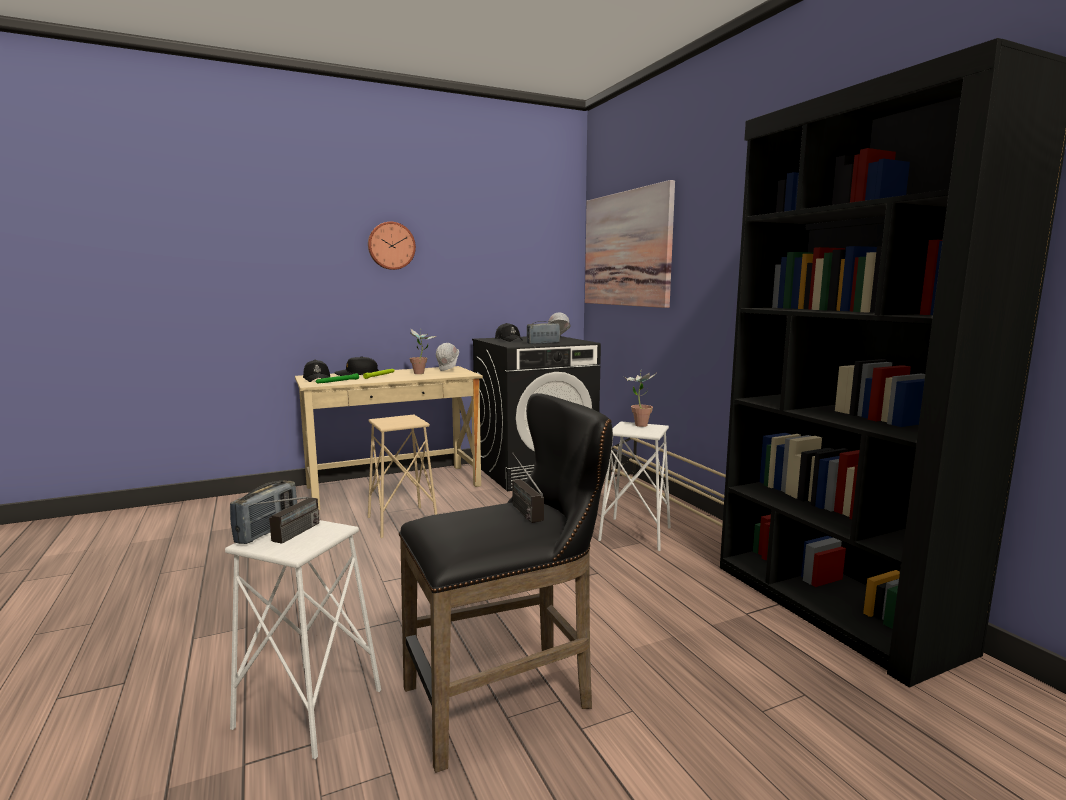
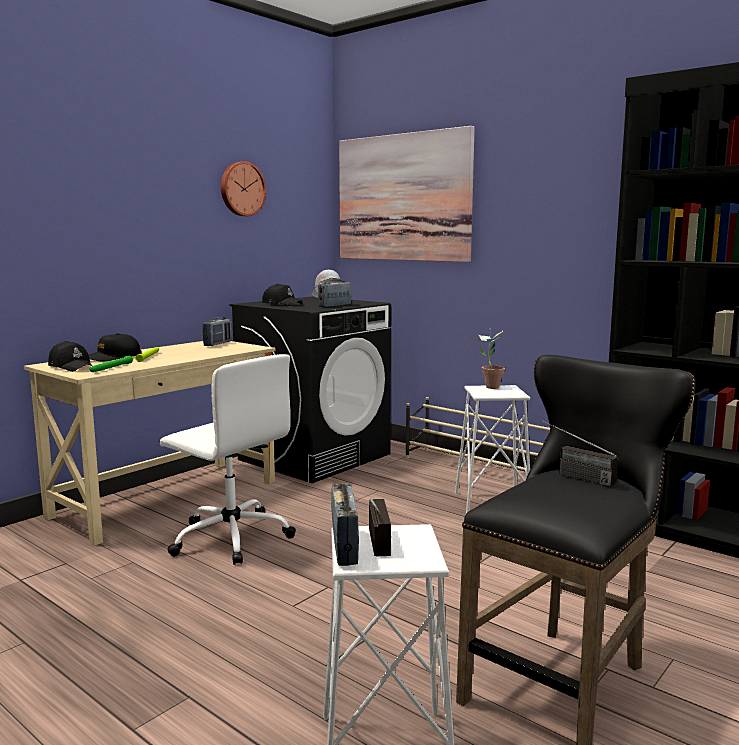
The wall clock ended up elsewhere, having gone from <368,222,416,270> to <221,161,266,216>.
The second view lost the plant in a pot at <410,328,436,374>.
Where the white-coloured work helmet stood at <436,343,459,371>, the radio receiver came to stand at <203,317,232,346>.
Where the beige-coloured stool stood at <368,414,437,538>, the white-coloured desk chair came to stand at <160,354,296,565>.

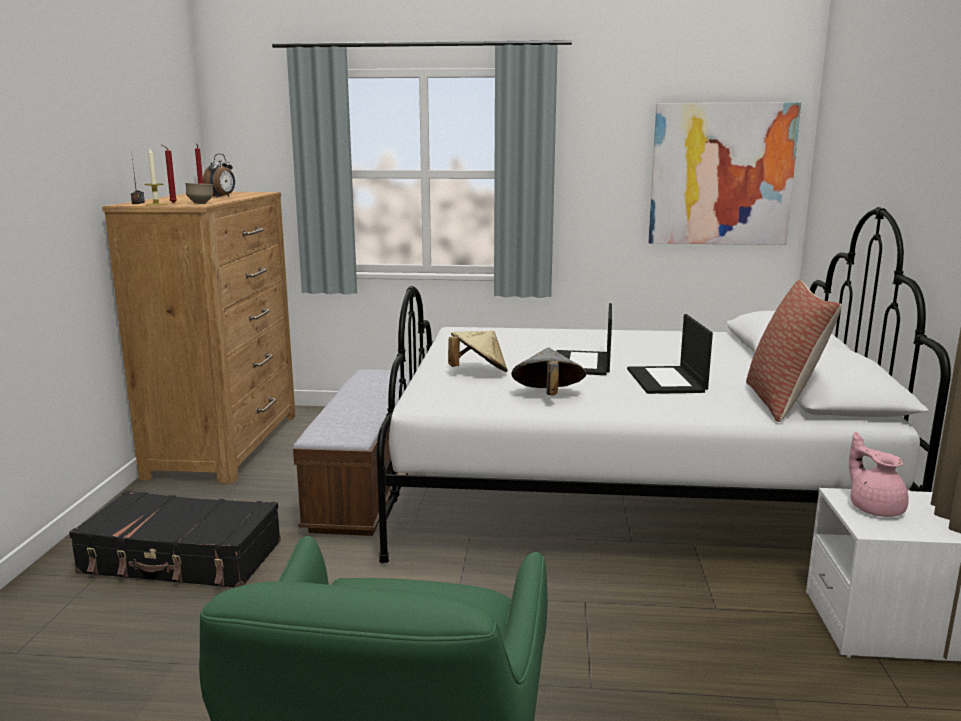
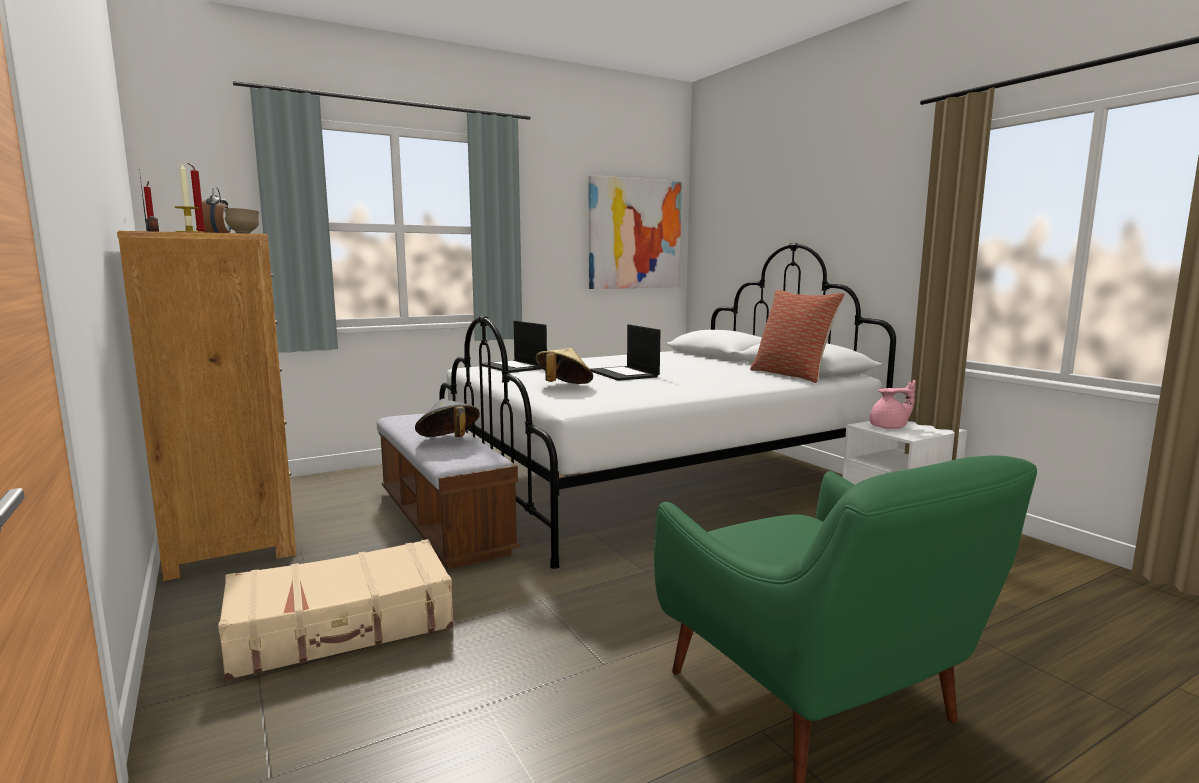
The laptop ended up elsewhere, having gone from <627,314,713,394> to <482,321,547,373>.
The gray clothing hat ended up elsewhere, having gone from <511,348,586,396> to <415,399,480,437>.
The pinkish tea pot at <849,432,909,517> ended up facing another way, 135 degrees clockwise from before.
What was the black piece of luggage at <69,491,281,588> turned into the beige-coloured piece of luggage at <218,539,454,680>.

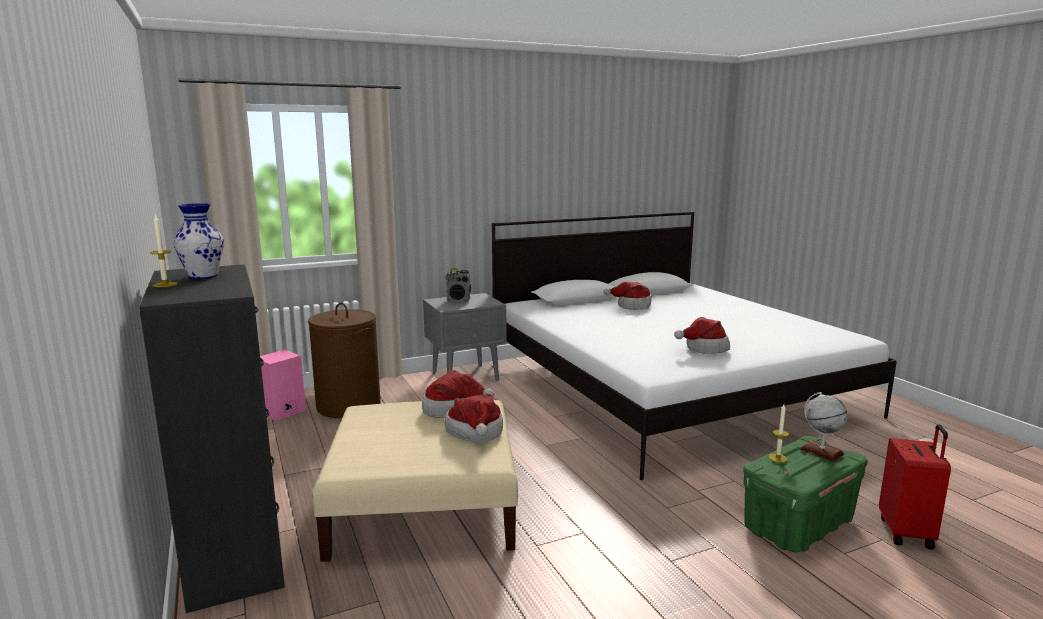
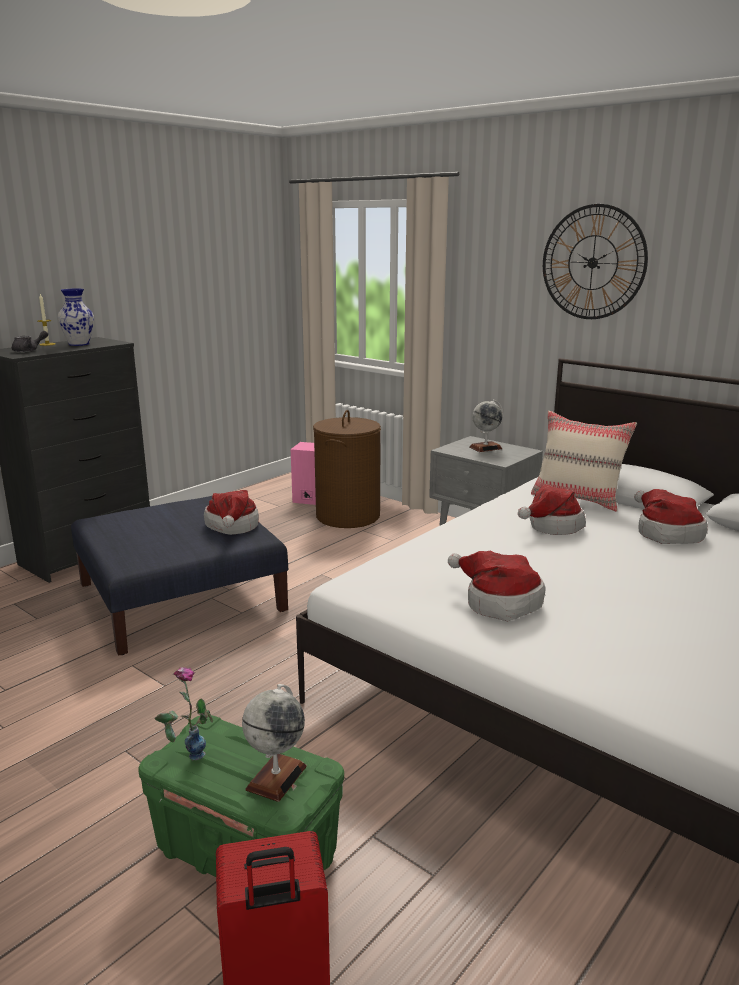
Where the radio receiver stood at <446,268,471,302>, the world globe came to stand at <469,399,503,452>.
The clothing hat ended up elsewhere, having gone from <444,394,503,443> to <518,484,586,535>.
What was the beige-coloured footrest at <312,400,518,562> turned into the bluish footrest at <71,496,288,656>.
The second view lost the wax light at <769,405,789,463>.
The second view gained the wall clock at <543,204,648,319>.
The second view gained the gray tea pot at <12,331,48,352>.
The second view gained the beige-coloured cushion at <531,411,637,512>.
The second view gained the vase at <155,667,213,760>.

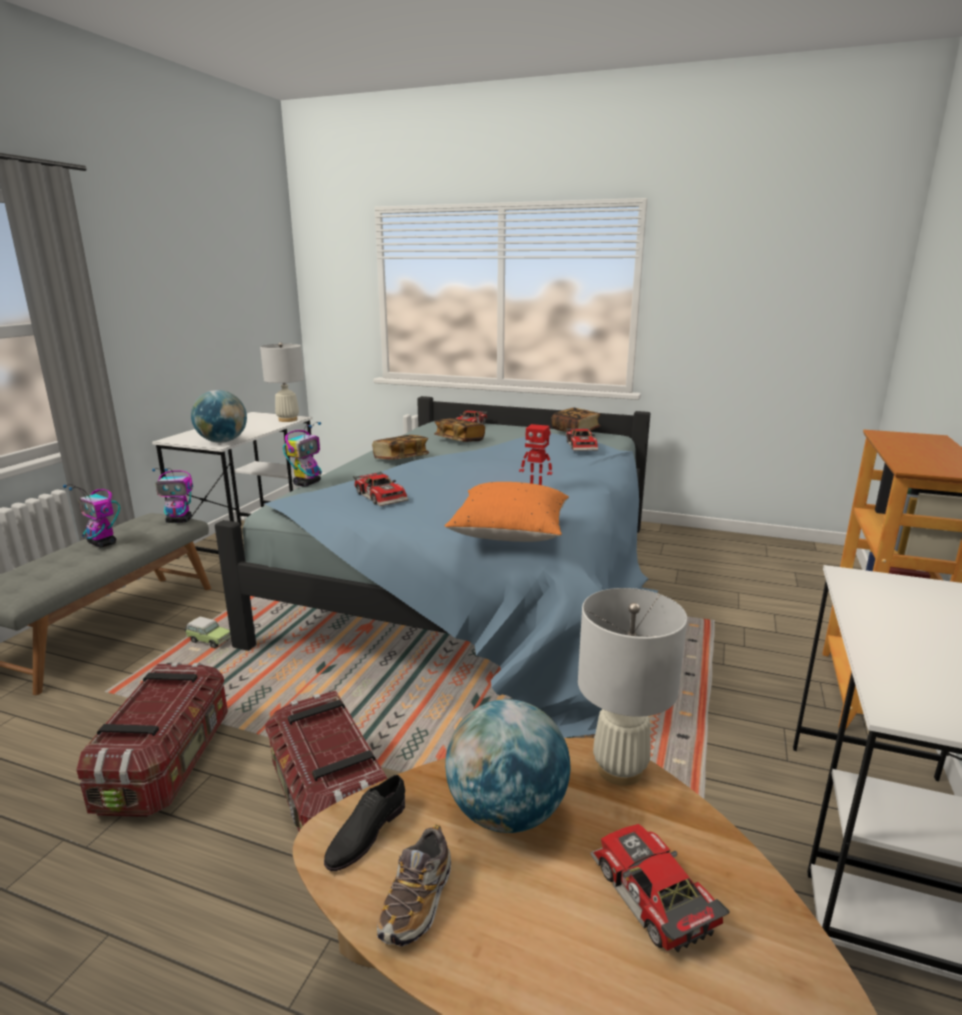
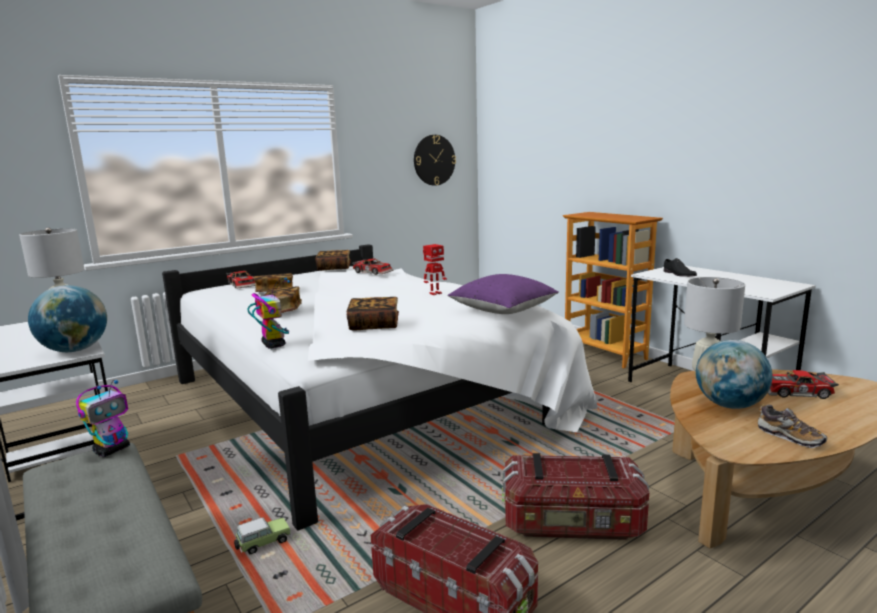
What was the bluish bedroom bed at <215,396,658,737> turned into the white-coloured bedroom bed at <162,244,598,530>.
Where the miniature car stood at <353,471,409,506>, the book came to stand at <346,297,399,331>.
What was the orangey cushion at <445,482,569,542> turned into the purple-coloured cushion at <448,274,559,314>.
The second view lost the robot figure at <63,484,120,547>.
The black low shoe ended up elsewhere, having gone from <324,775,405,871> to <664,258,697,277>.
The second view gained the wall clock at <414,135,456,186>.

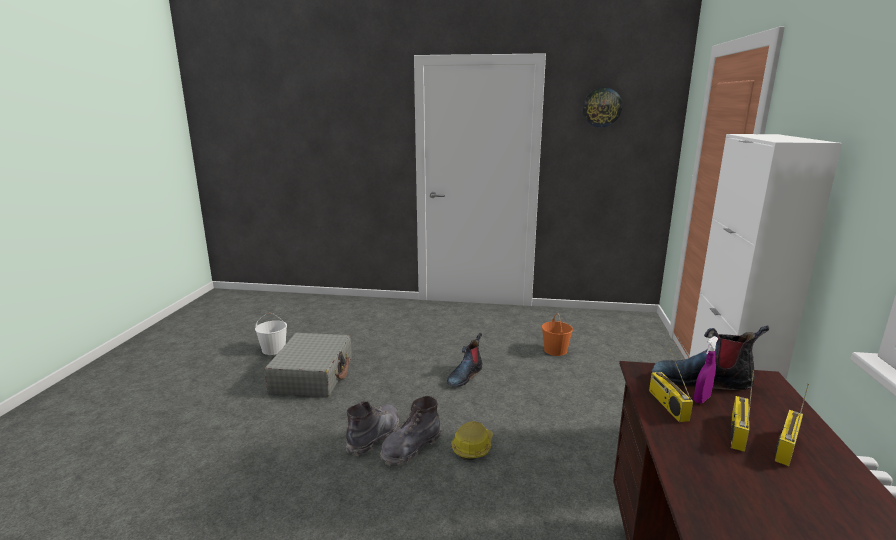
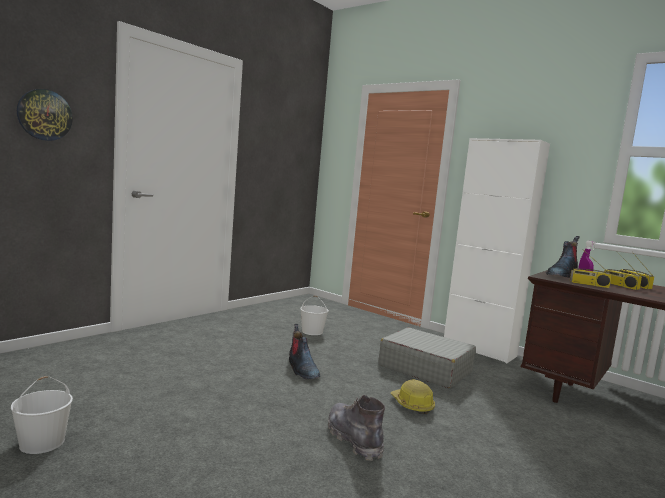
The wall clock ended up elsewhere, having gone from <583,87,622,127> to <17,89,73,141>.
What was the orangey bucket at <542,313,573,356> turned into the white-coloured bucket at <300,296,328,335>.
The gray piece of luggage ended up elsewhere, having gone from <265,333,352,397> to <378,327,476,388>.
The second view lost the gray tall boot at <380,396,442,466>.

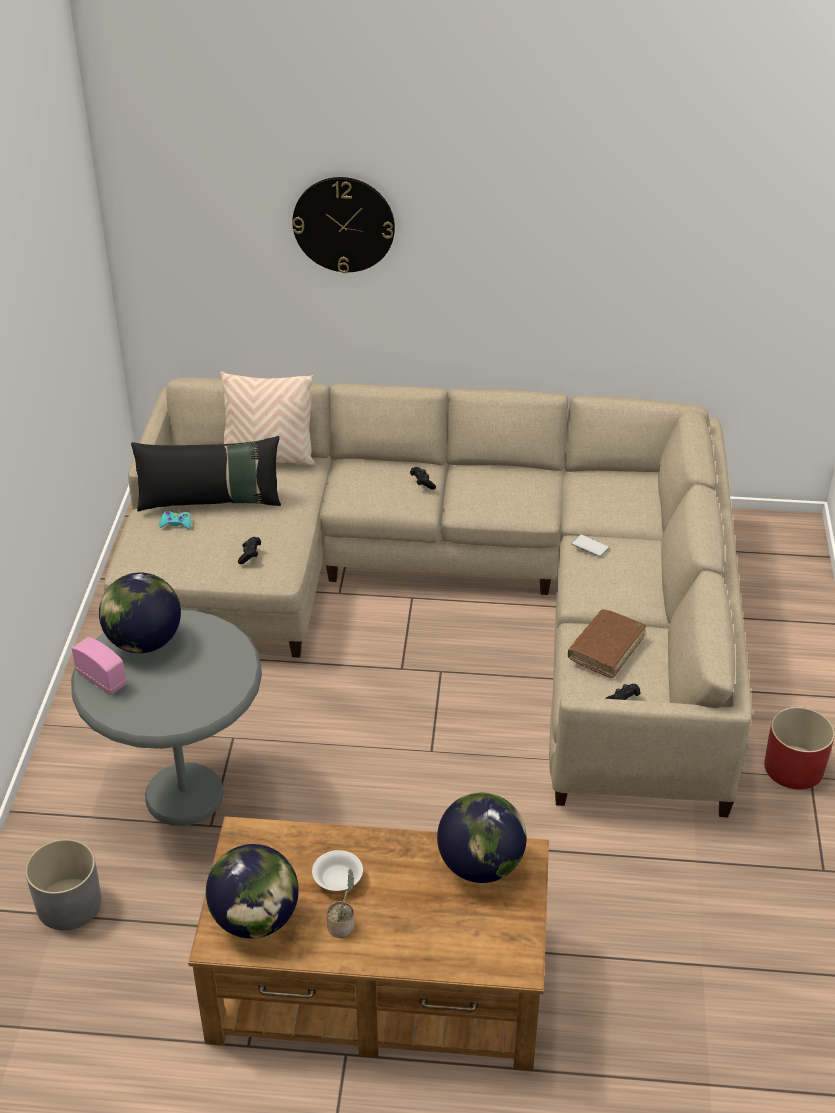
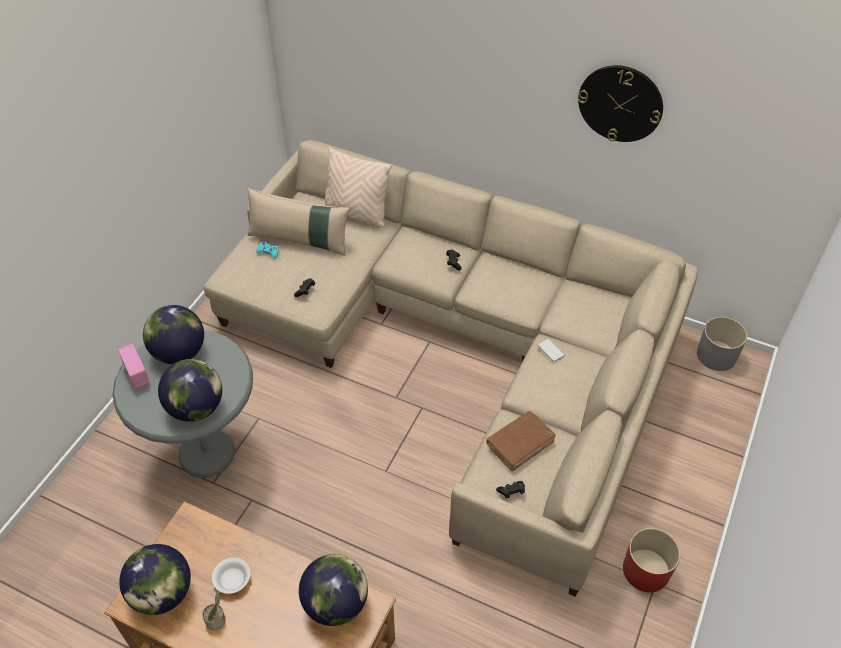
The wall clock ended up elsewhere, having gone from <292,177,395,273> to <578,65,663,142>.
What was the black cushion at <131,436,281,512> turned into the beige-coloured cushion at <248,188,350,256>.
The gray plant pot ended up elsewhere, having gone from <25,839,102,930> to <697,317,747,371>.
The second view gained the world globe at <158,359,222,422>.

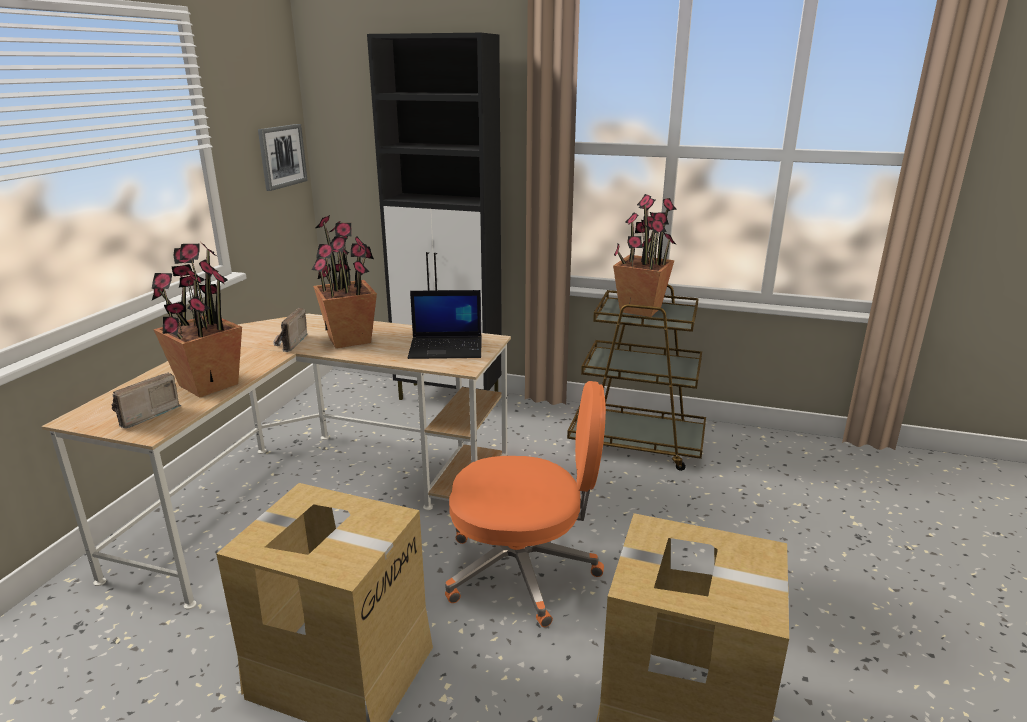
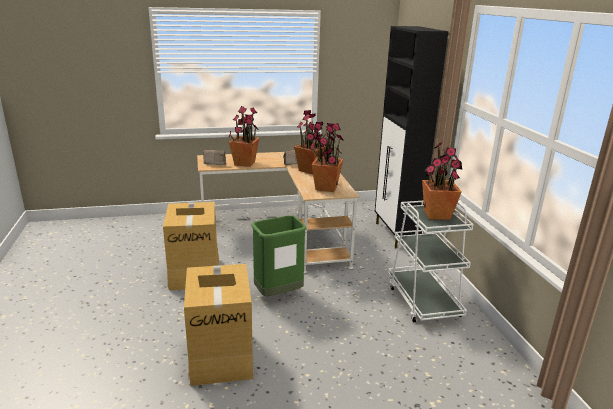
The second view lost the wall picture at <258,124,308,191>.
What was the brown cart at <567,284,706,471> turned into the white-coloured cart at <388,201,474,322>.
Where the laptop stood at <408,290,482,359>, the plant in a pot came to stand at <310,123,343,192>.
Where the orangey desk chair stood at <445,381,606,627>, the green-coloured rubbish bin came to stand at <251,215,306,296>.

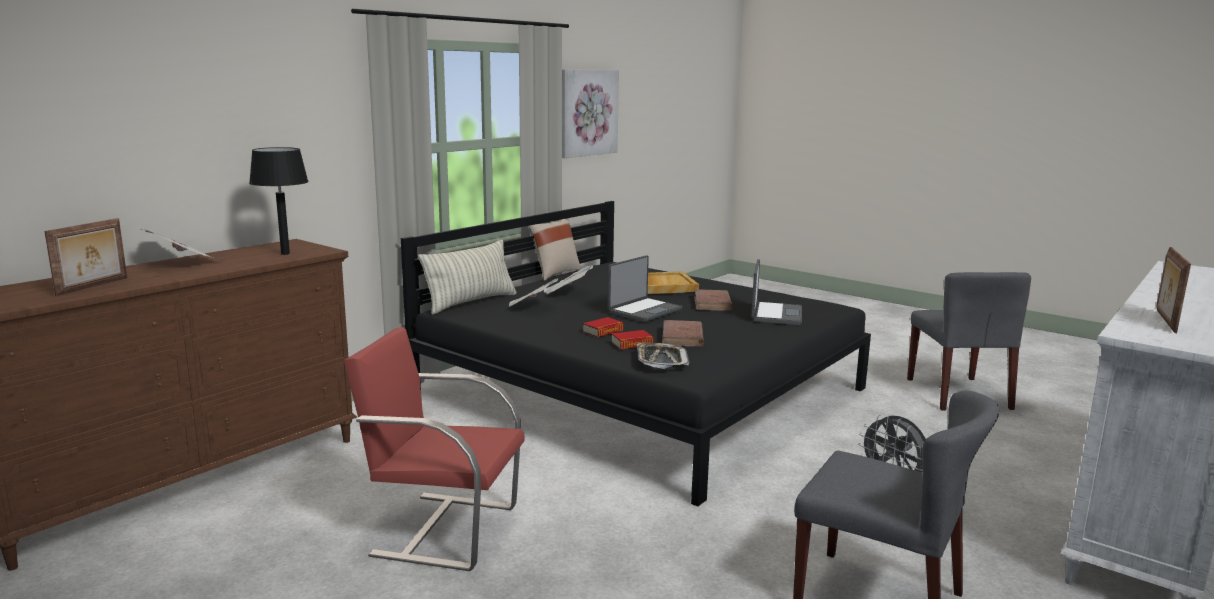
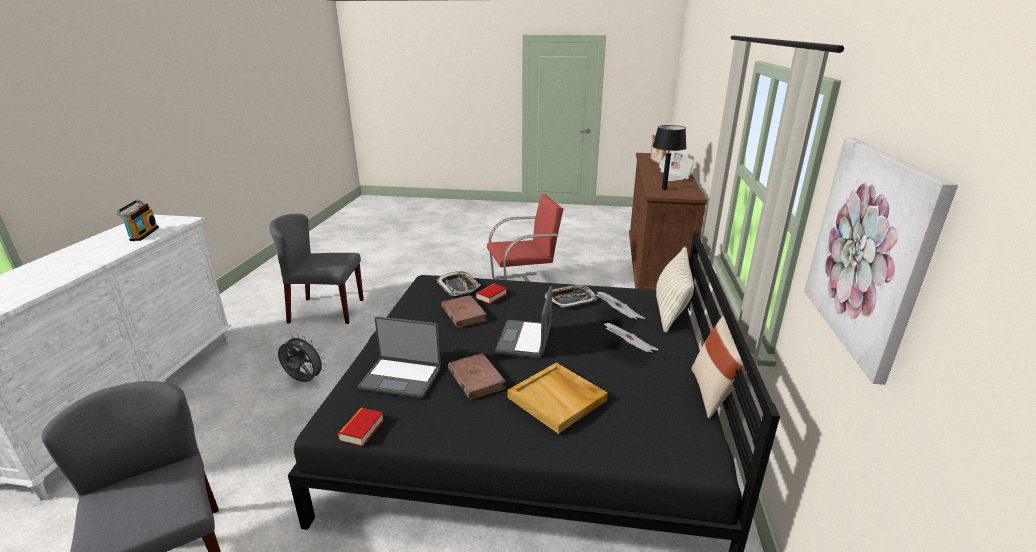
Where the standing frame stood at <1156,247,1191,333>, the radio receiver came to stand at <115,199,159,241>.
The laptop at <751,259,802,325> ended up facing another way, 60 degrees counterclockwise from before.
The book ended up elsewhere, having gone from <583,317,624,337> to <338,408,384,447>.
The second view gained the carrying tray at <545,284,598,308>.

